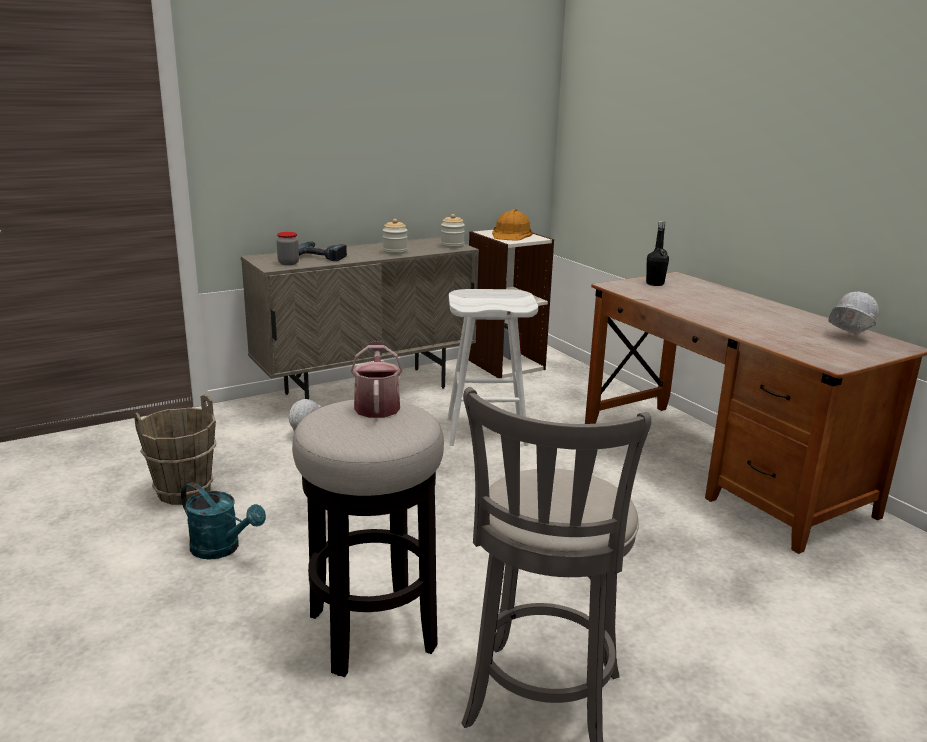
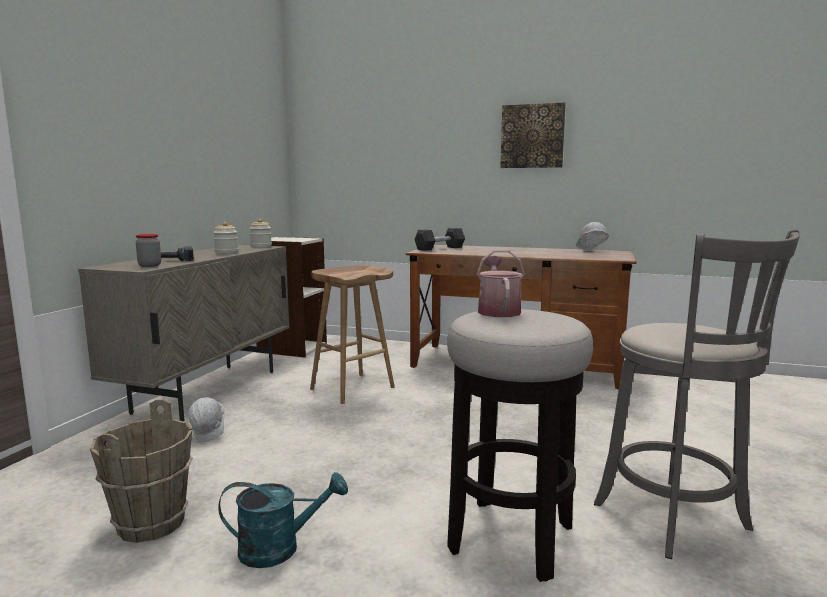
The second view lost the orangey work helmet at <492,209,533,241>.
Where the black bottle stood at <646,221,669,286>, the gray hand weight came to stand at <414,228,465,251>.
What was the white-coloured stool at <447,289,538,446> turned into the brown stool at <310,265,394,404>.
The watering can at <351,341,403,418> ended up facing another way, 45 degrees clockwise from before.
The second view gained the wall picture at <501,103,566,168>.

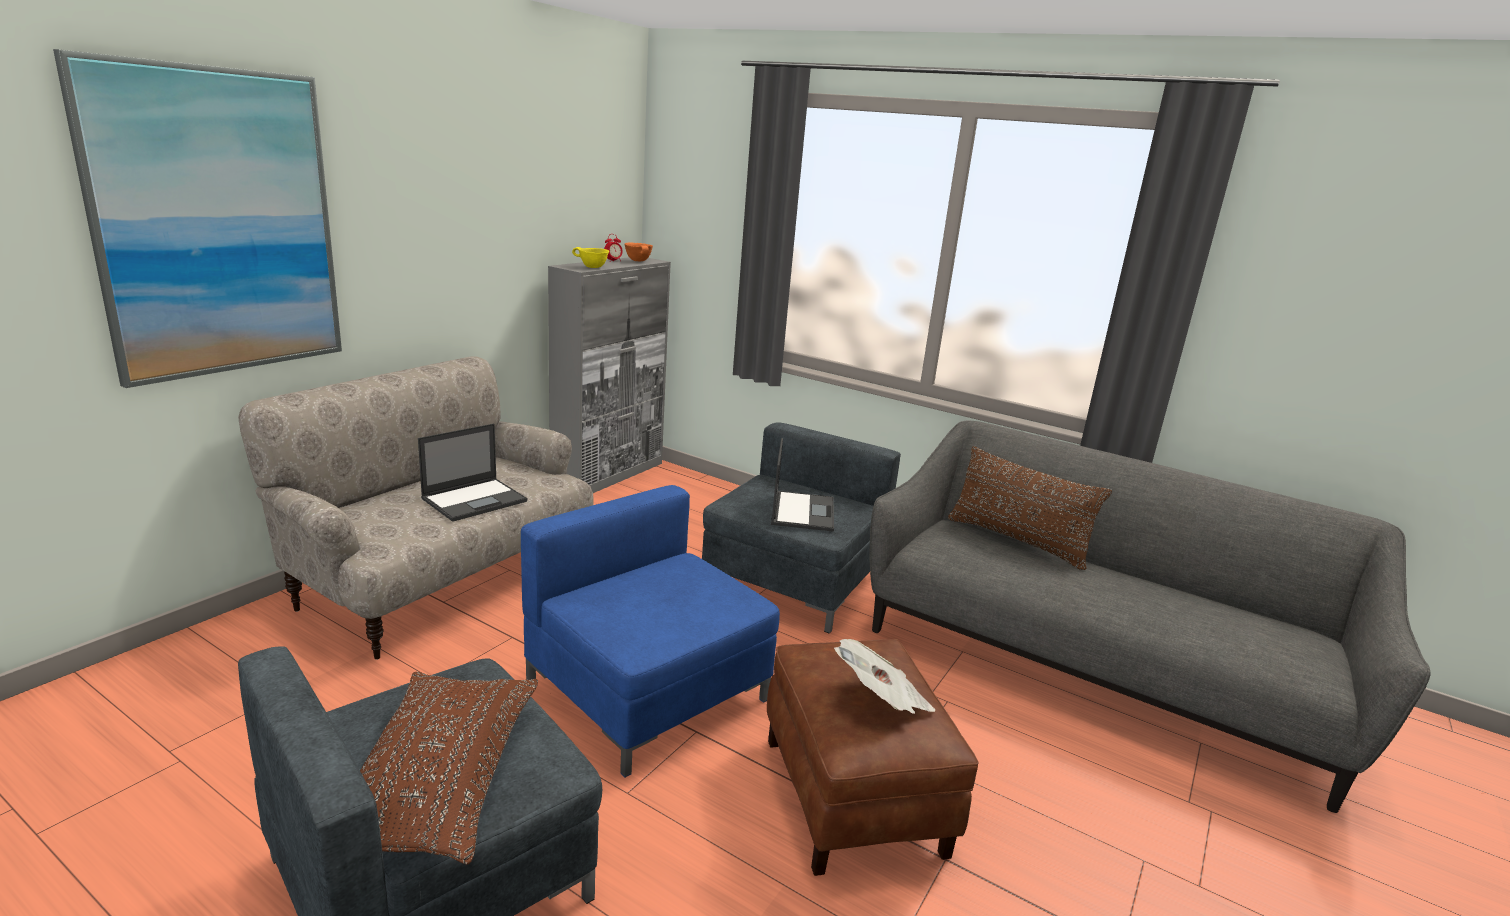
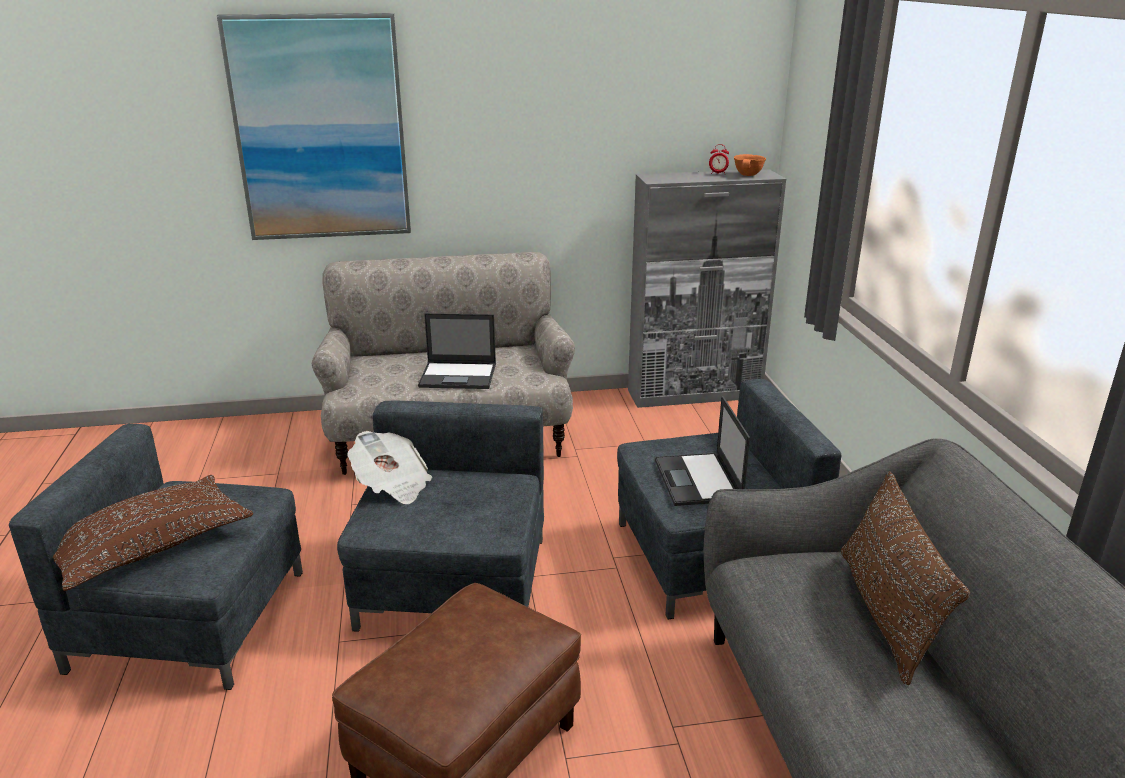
The second view lost the yellowish bowl at <572,247,609,268>.
The laptop at <771,438,834,532> ended up facing another way, 120 degrees clockwise from before.
What was the bluish armchair at <521,485,780,777> turned into the gray armchair at <337,401,544,632>.
The printed paper ended up elsewhere, having gone from <834,639,935,714> to <347,431,432,504>.

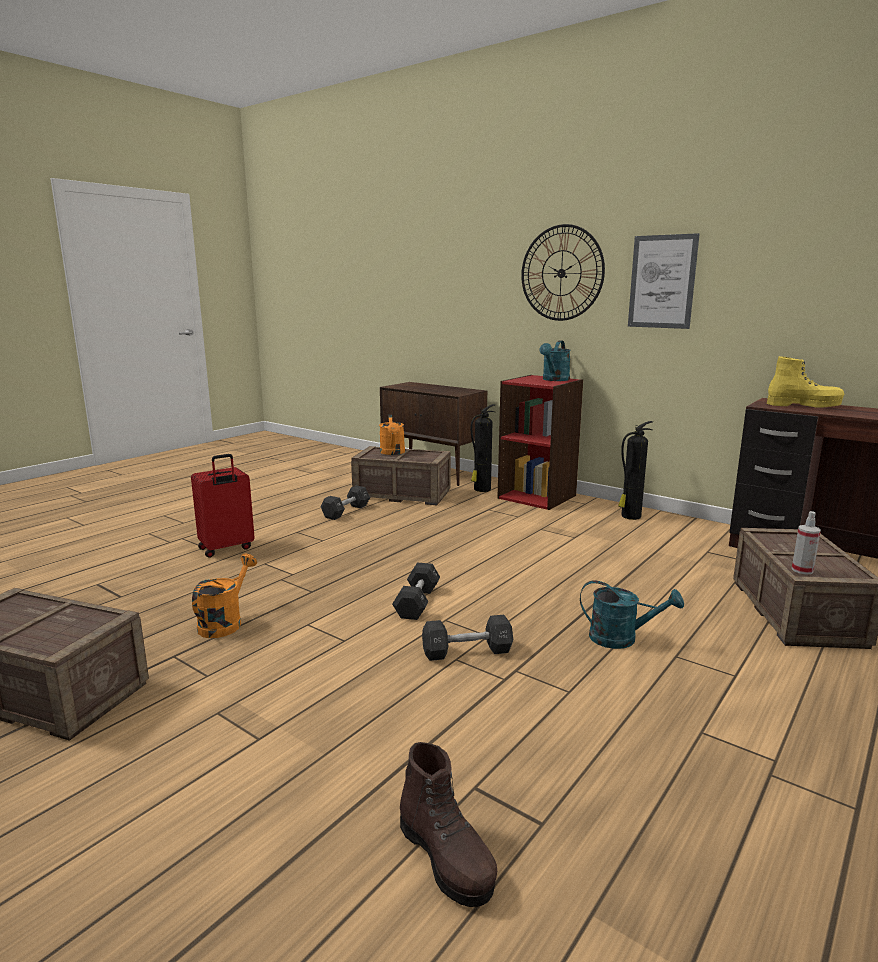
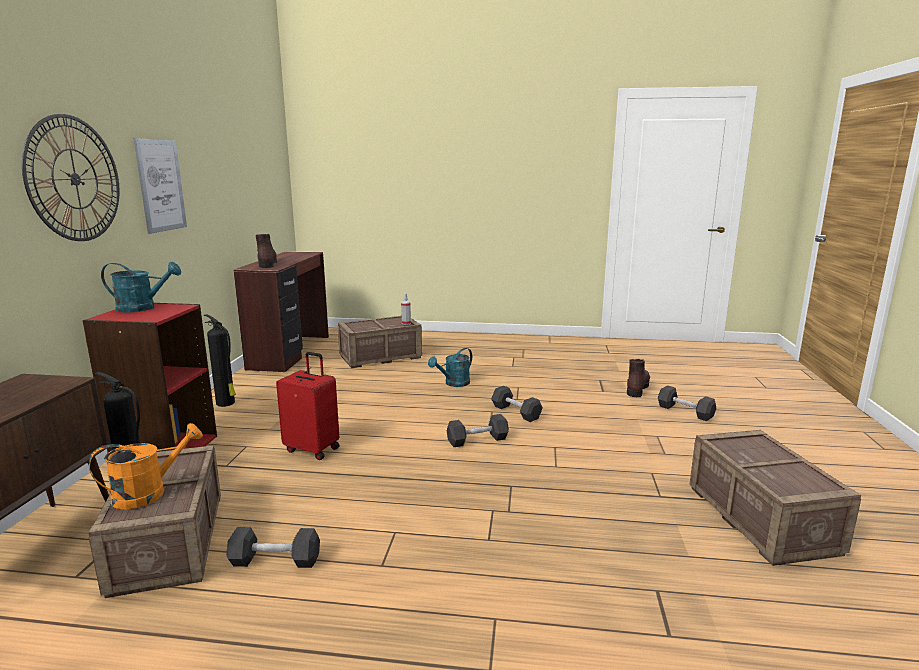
What was the yellowish tall boot at <767,356,844,408> turned into the brown tall boot at <256,234,277,268>.
The reddish piece of luggage ended up elsewhere, having gone from <191,454,255,558> to <276,352,340,460>.
The second view lost the orangey watering can at <192,554,257,638>.
The turquoise-coloured watering can at <580,580,684,649> ended up facing another way, 120 degrees counterclockwise from before.
The second view gained the gray hand weight at <658,385,717,421>.

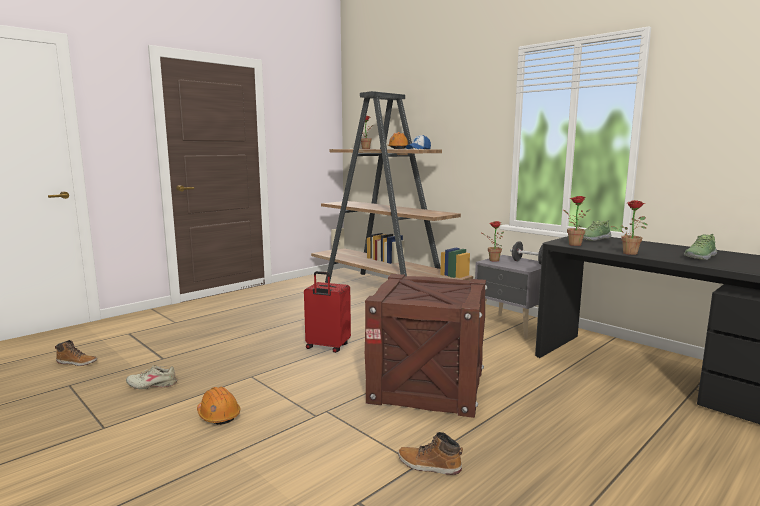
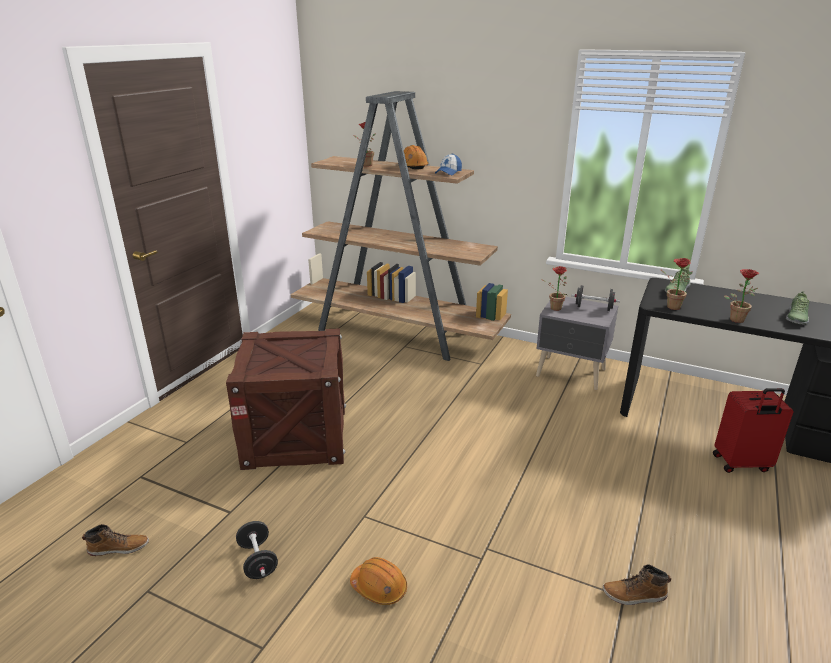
The reddish piece of luggage ended up elsewhere, having gone from <304,271,351,353> to <713,388,793,473>.
The packing crate ended up elsewhere, having gone from <365,274,487,418> to <226,328,346,470>.
Where the beige-coloured low shoe stood at <126,365,177,389>, the black hand weight came to stand at <236,521,278,579>.

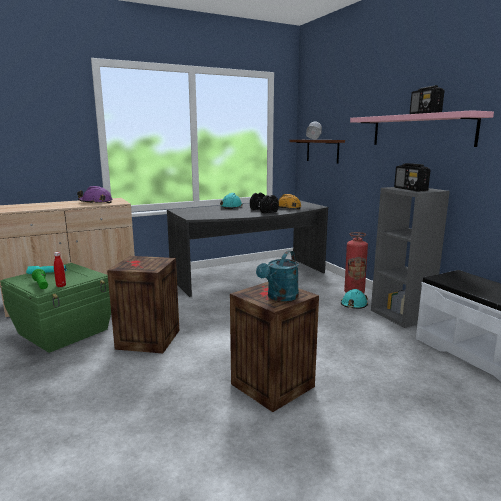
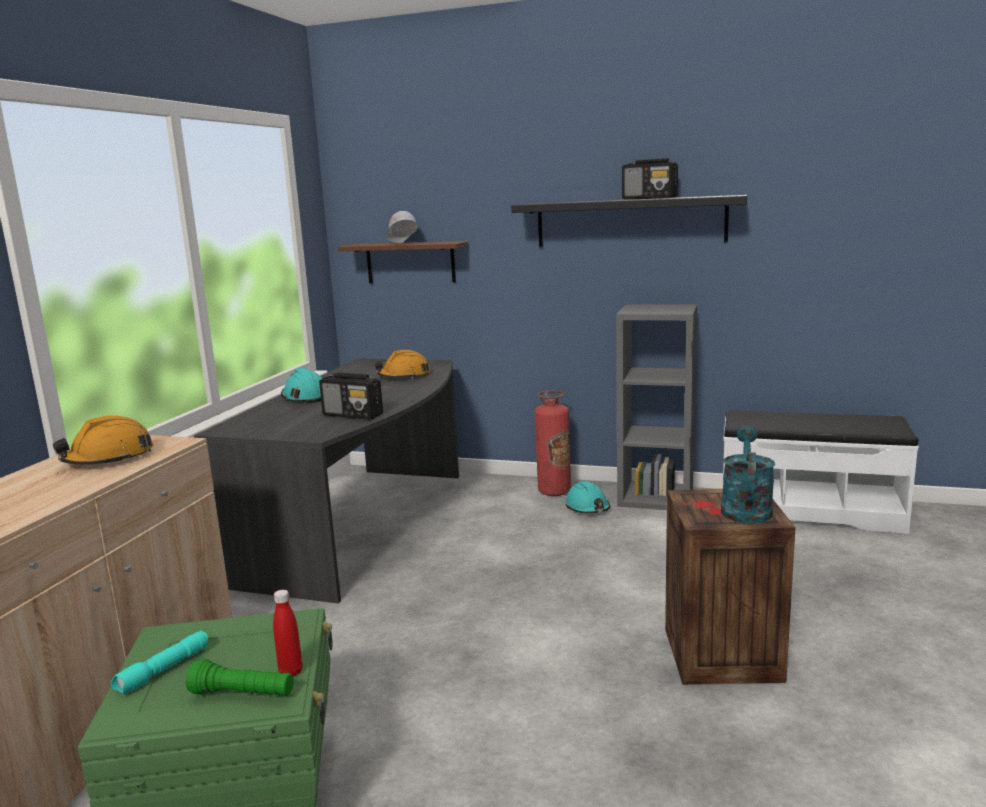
What was the pinkish bracket shelf at <350,110,494,147> turned into the black bracket shelf at <511,195,747,246>.
The radio receiver ended up elsewhere, having gone from <394,163,430,192> to <319,373,383,420>.
What was the purple-coloured work helmet at <77,186,113,204> turned into the orangey work helmet at <53,415,153,465>.
The second view lost the black hand weight at <250,192,279,213>.
The turquoise-coloured watering can at <256,251,299,301> ended up facing another way, 150 degrees counterclockwise from before.
The second view lost the packing crate at <107,256,179,353>.

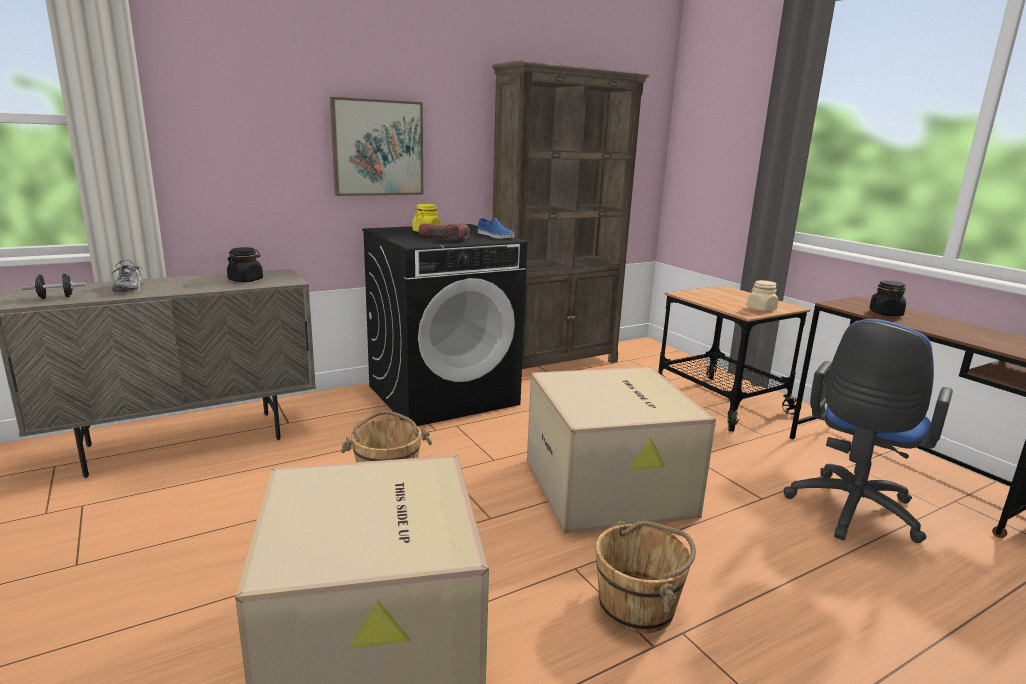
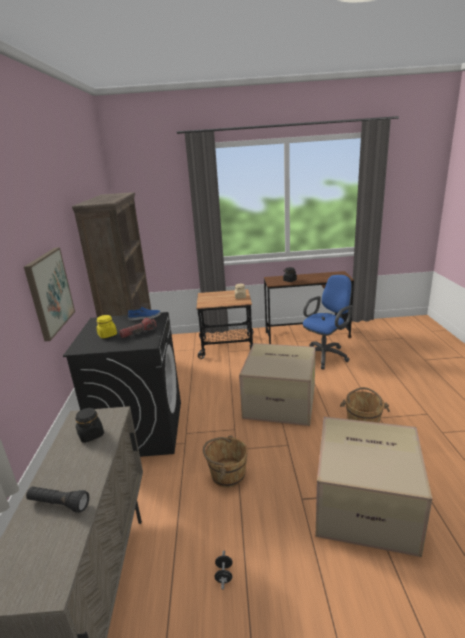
Where the low shoe stood at <110,260,143,292>, the black flashlight came to stand at <26,487,89,513>.
The black hand weight ended up elsewhere, having gone from <21,273,86,299> to <214,551,233,590>.
The bluish desk chair at <784,319,953,543> ended up facing another way, 105 degrees counterclockwise from before.

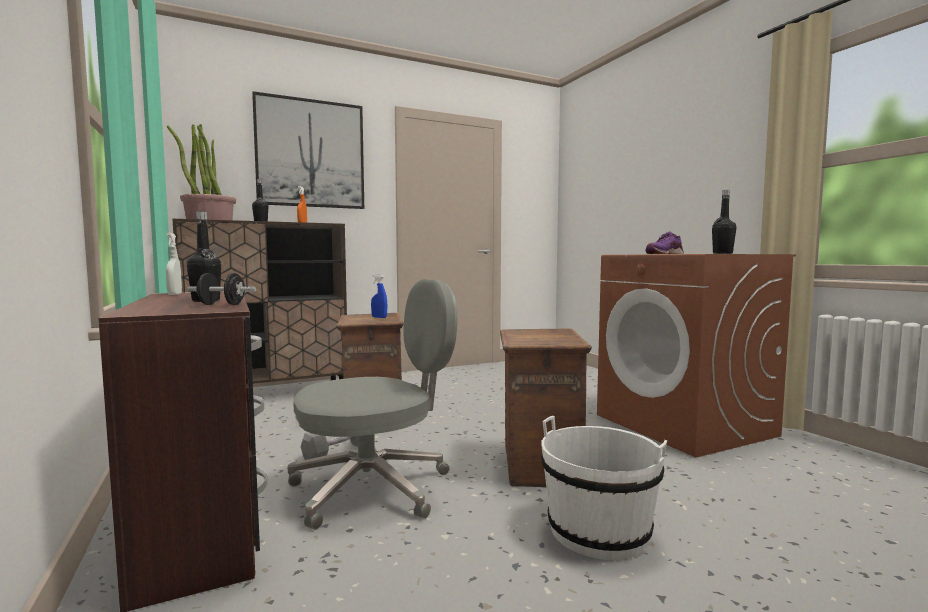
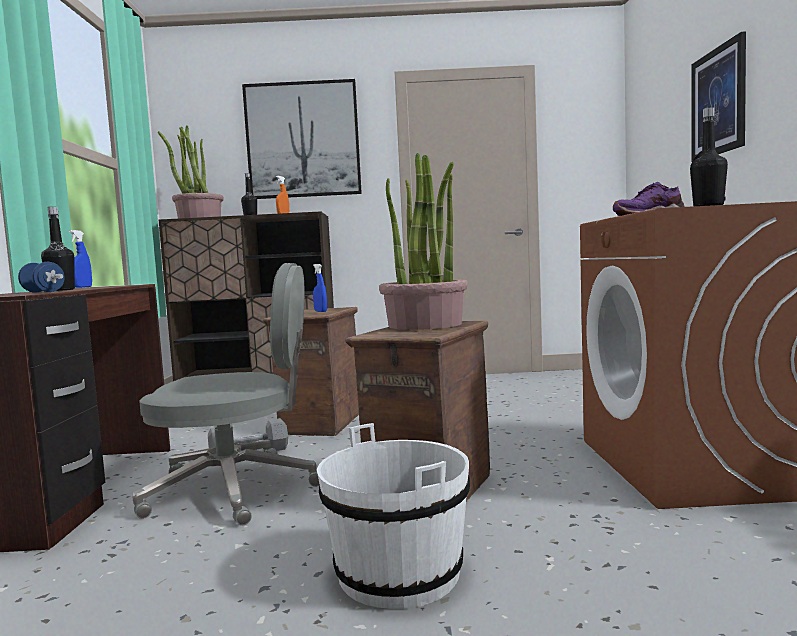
What was the white-coloured hand sprayer at <166,232,182,295> turned into the bluish hand sprayer at <69,230,92,288>.
What was the black hand weight at <187,273,256,305> turned into the bluish hand weight at <18,262,65,293>.
The second view gained the wall picture at <691,31,746,162>.
The second view gained the plant in a pot at <379,153,467,330>.

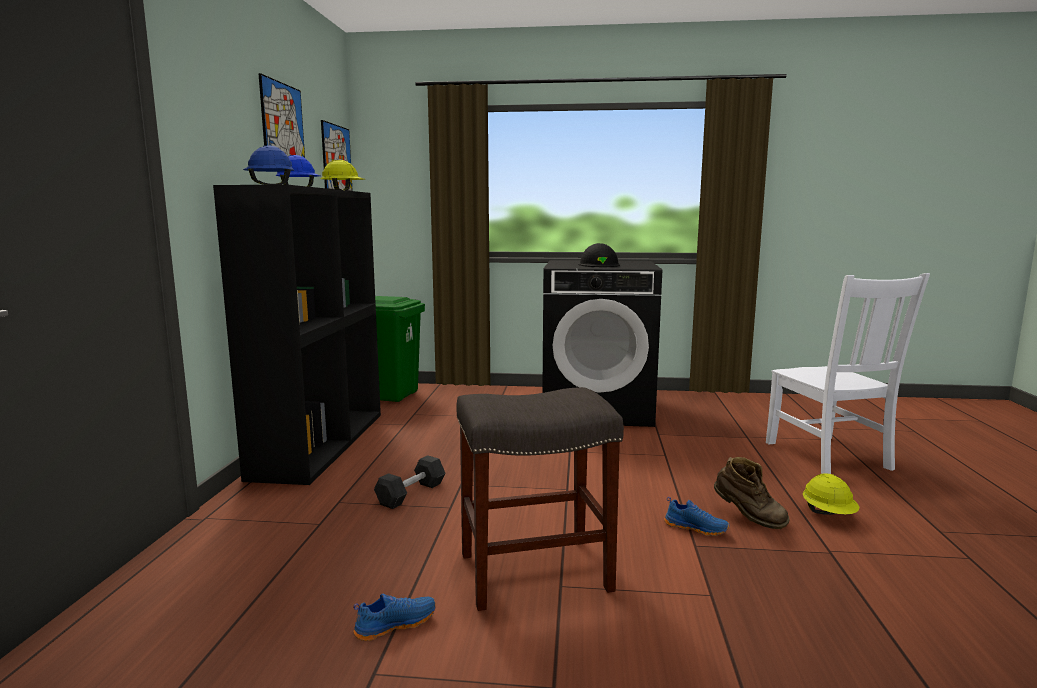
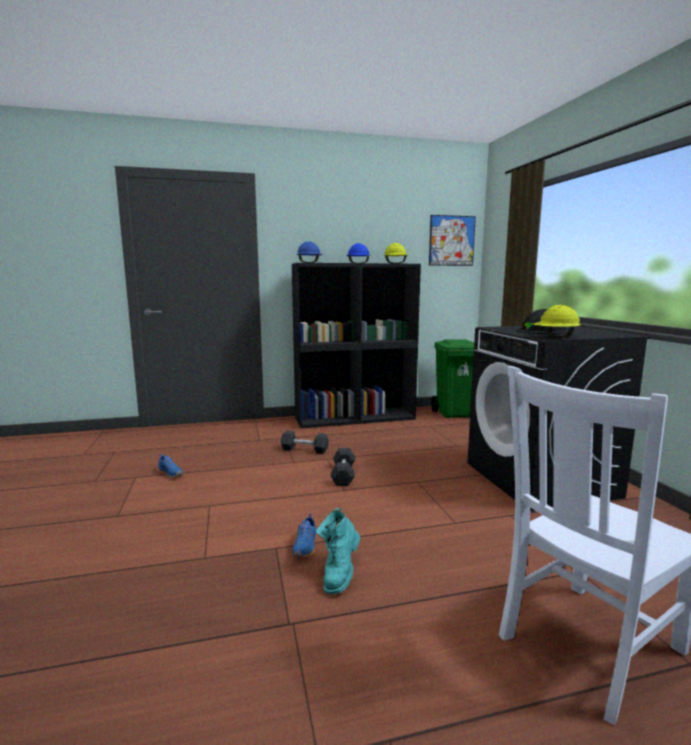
The second view lost the wall picture at <258,73,305,158>.
The second view lost the gray stool at <456,387,624,611>.
What was the brown tall boot at <714,457,789,529> turned into the turquoise-coloured tall boot at <316,508,360,594>.
The yellowish work helmet ended up elsewhere, having gone from <803,473,859,515> to <534,305,581,337>.
The second view gained the gray hand weight at <331,448,355,486>.

